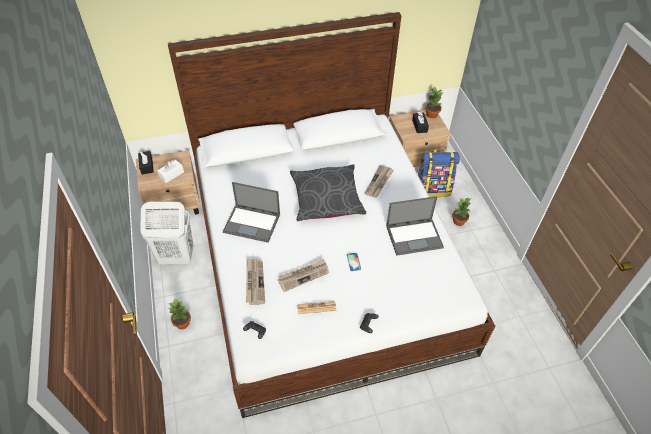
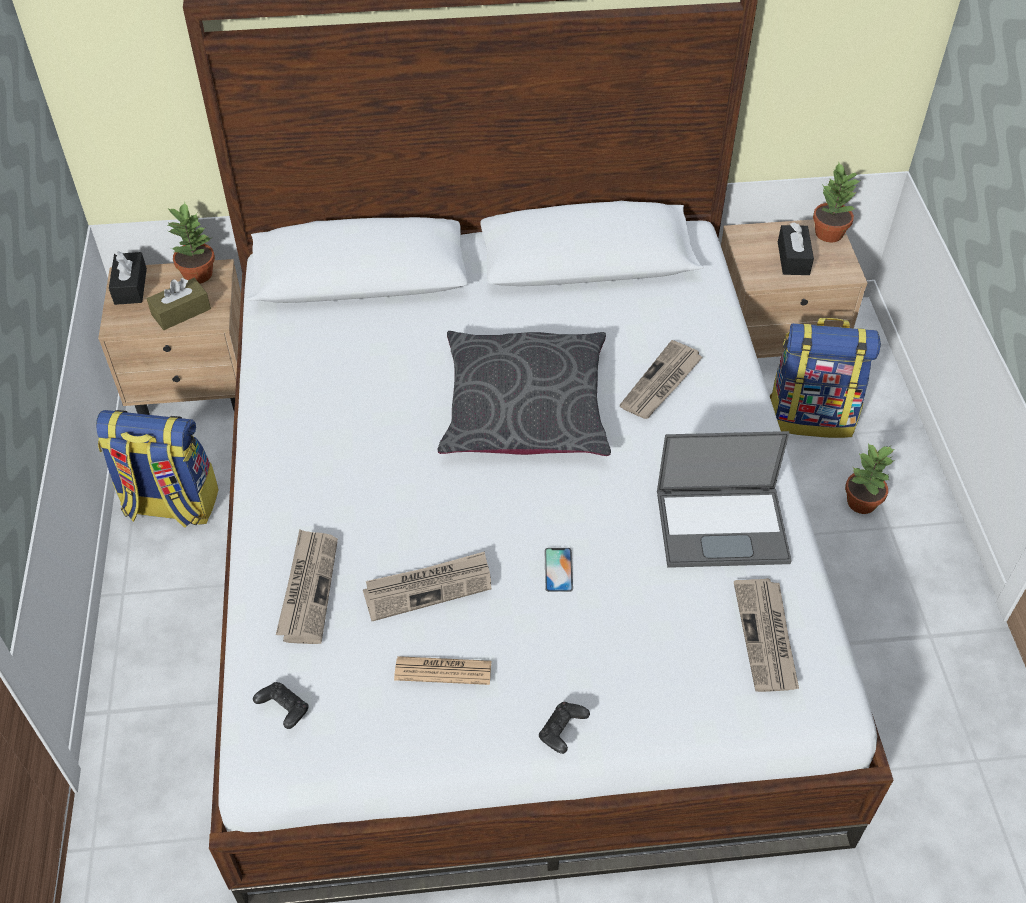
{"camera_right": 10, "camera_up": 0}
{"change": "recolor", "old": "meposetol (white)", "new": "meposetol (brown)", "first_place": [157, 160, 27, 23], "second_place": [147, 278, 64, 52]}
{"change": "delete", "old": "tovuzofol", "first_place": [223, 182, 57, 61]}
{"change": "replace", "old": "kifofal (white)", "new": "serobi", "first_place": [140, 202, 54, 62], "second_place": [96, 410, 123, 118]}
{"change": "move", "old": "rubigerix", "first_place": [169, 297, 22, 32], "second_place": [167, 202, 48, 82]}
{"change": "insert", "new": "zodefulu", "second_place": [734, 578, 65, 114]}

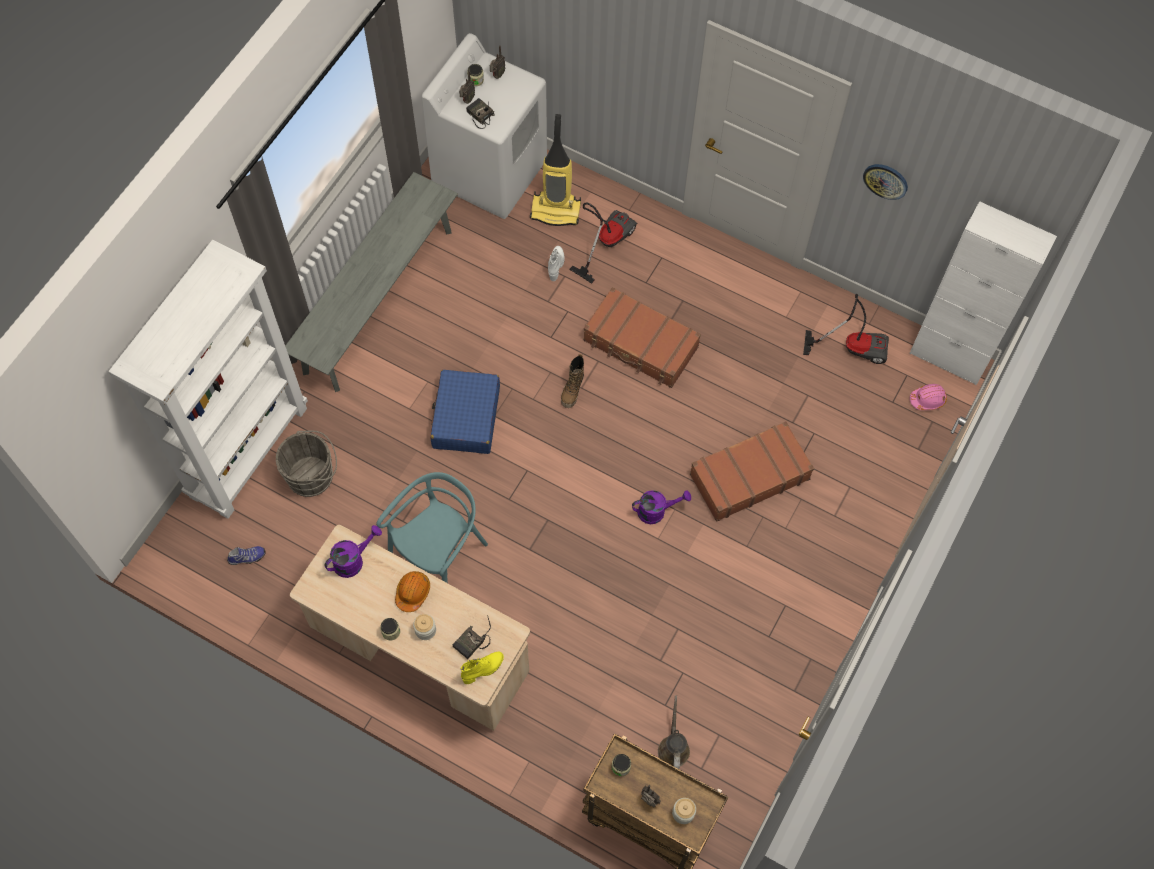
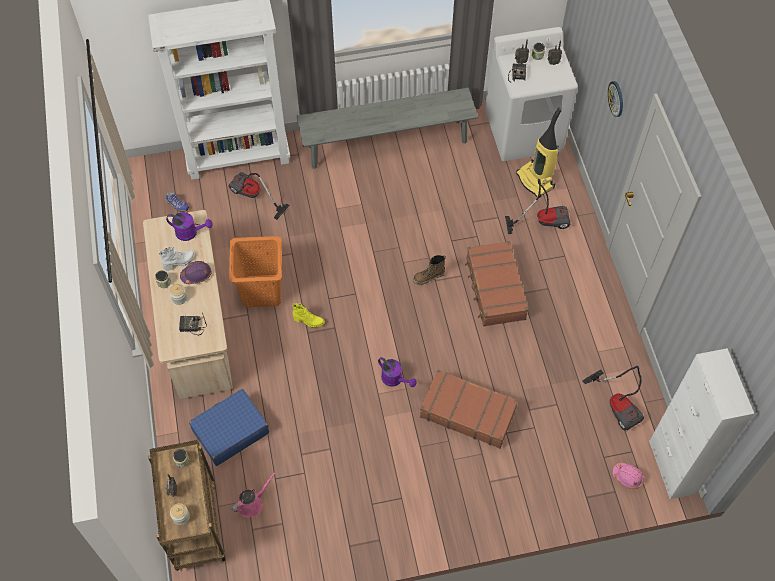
{"camera_right": 50, "camera_up": -5}
{"change": "move", "old": "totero", "first_place": [863, 164, 45, 36], "second_place": [608, 81, 15, 36]}
{"change": "move", "old": "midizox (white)", "first_place": [548, 246, 17, 35], "second_place": [159, 247, 36, 24]}
{"change": "move", "old": "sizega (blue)", "first_place": [431, 370, 69, 84], "second_place": [189, 389, 80, 77]}
{"change": "replace", "old": "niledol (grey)", "new": "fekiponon", "first_place": [276, 431, 61, 66], "second_place": [228, 172, 62, 48]}
{"change": "replace", "old": "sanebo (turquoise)", "new": "kifofal (orange)", "first_place": [376, 472, 112, 111], "second_place": [229, 236, 53, 71]}
{"change": "recolor", "old": "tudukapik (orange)", "new": "tudukapik (purple)", "first_place": [395, 571, 35, 41], "second_place": [180, 261, 32, 23]}
{"change": "move", "old": "midizox (yellow)", "first_place": [460, 652, 44, 32], "second_place": [292, 303, 33, 25]}
{"change": "recolor", "old": "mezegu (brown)", "new": "mezegu (pink)", "first_place": [658, 695, 32, 74], "second_place": [231, 472, 45, 46]}

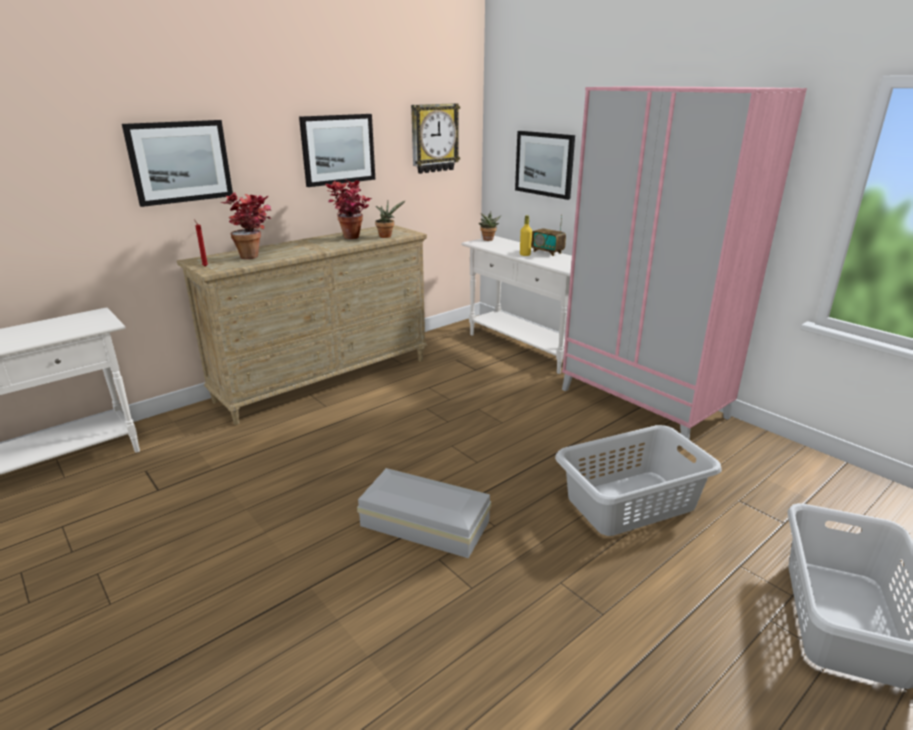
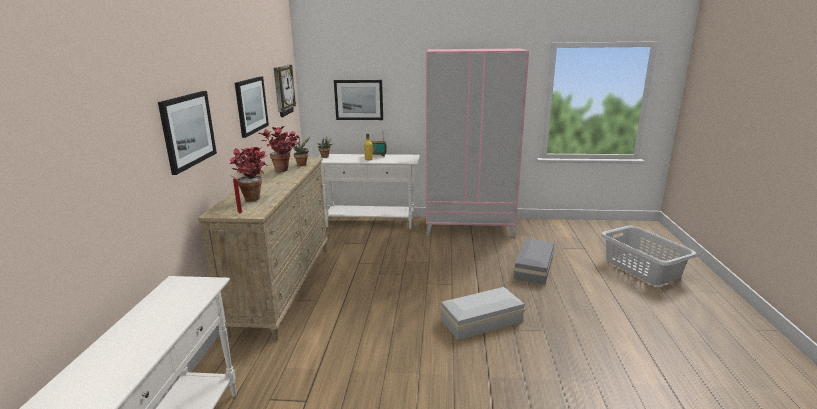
{"camera_right": -45, "camera_up": -5}
{"change": "replace", "old": "kifofal (grey)", "new": "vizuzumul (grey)", "first_place": [555, 425, 167, 111], "second_place": [514, 238, 41, 47]}

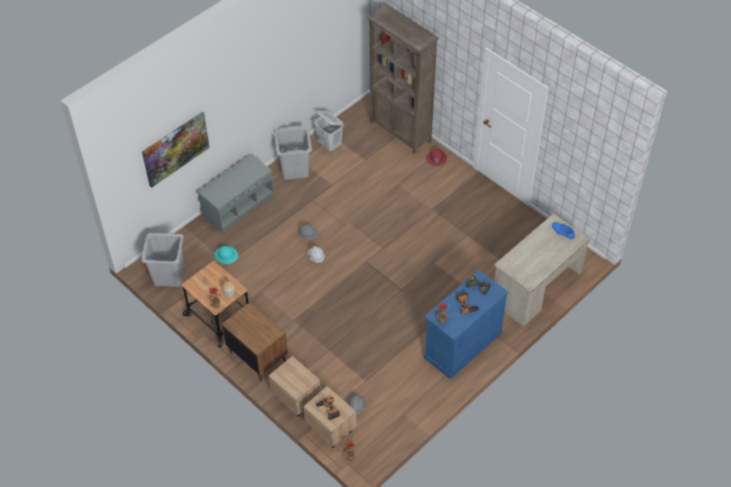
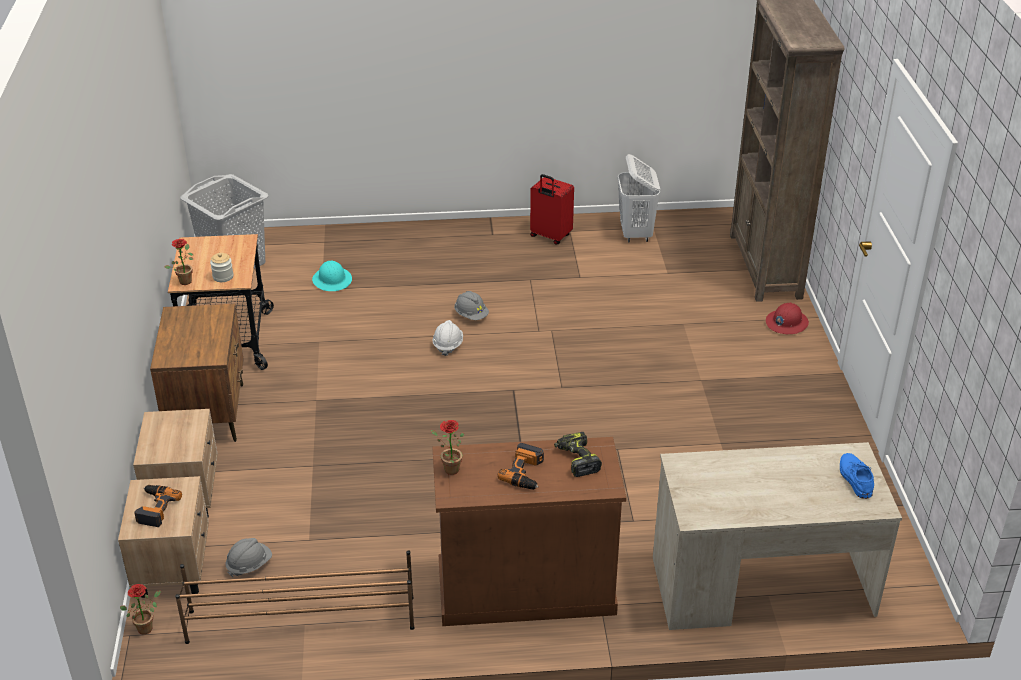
{"camera_right": 40, "camera_up": -15}
{"change": "delete", "old": "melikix", "first_place": [142, 112, 68, 76]}
{"change": "replace", "old": "kifofal (grey)", "new": "sizega (red)", "first_place": [274, 126, 38, 54], "second_place": [530, 174, 44, 71]}
{"change": "delete", "old": "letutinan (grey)", "first_place": [198, 154, 76, 79]}
{"change": "recolor", "old": "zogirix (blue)", "new": "zogirix (brown)", "first_place": [423, 270, 85, 110], "second_place": [432, 437, 194, 189]}
{"change": "insert", "new": "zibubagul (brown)", "second_place": [175, 550, 240, 94]}

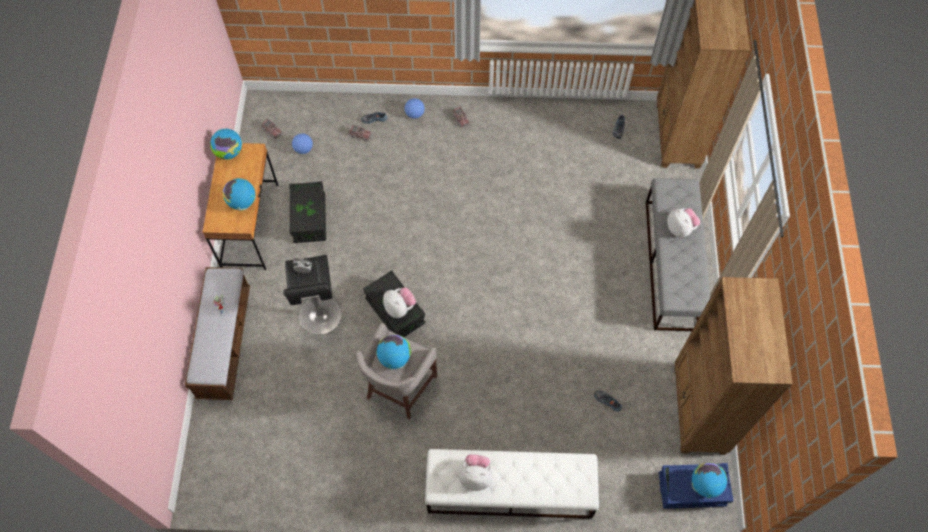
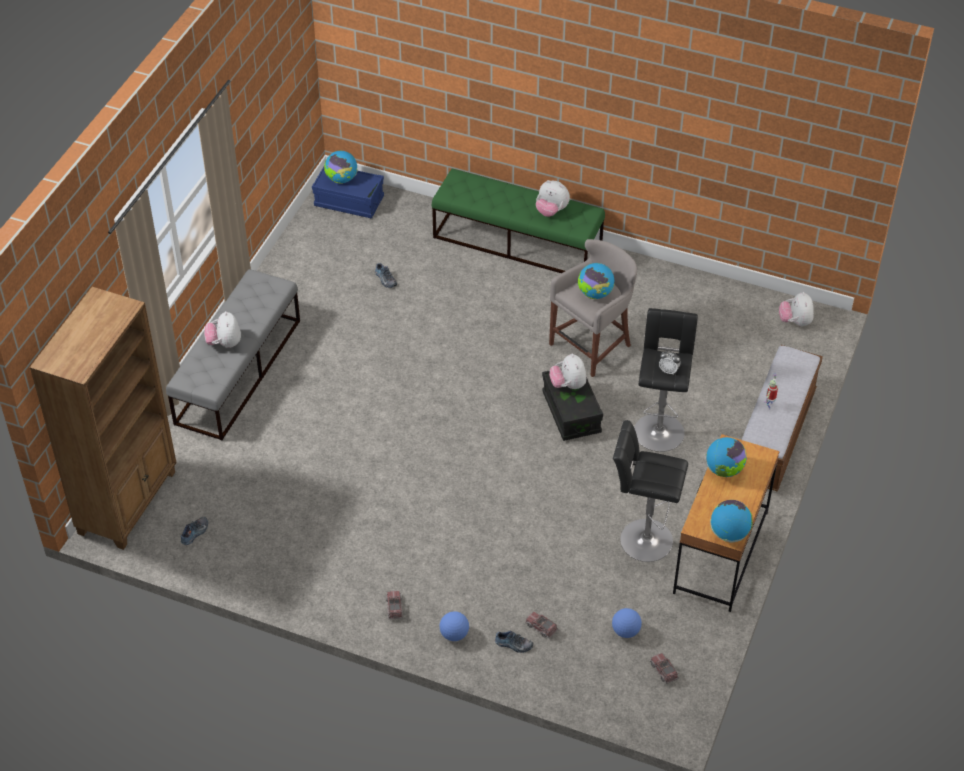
{"camera_right": -160, "camera_up": -15}
{"change": "replace", "old": "vizuzumul (black)", "new": "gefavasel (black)", "first_place": [289, 181, 37, 62], "second_place": [613, 420, 75, 142]}
{"change": "delete", "old": "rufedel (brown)", "first_place": [674, 277, 119, 178]}
{"change": "recolor", "old": "letutinan (white)", "new": "letutinan (green)", "first_place": [425, 449, 174, 70], "second_place": [431, 169, 174, 104]}
{"change": "insert", "new": "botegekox", "second_place": [779, 292, 35, 34]}

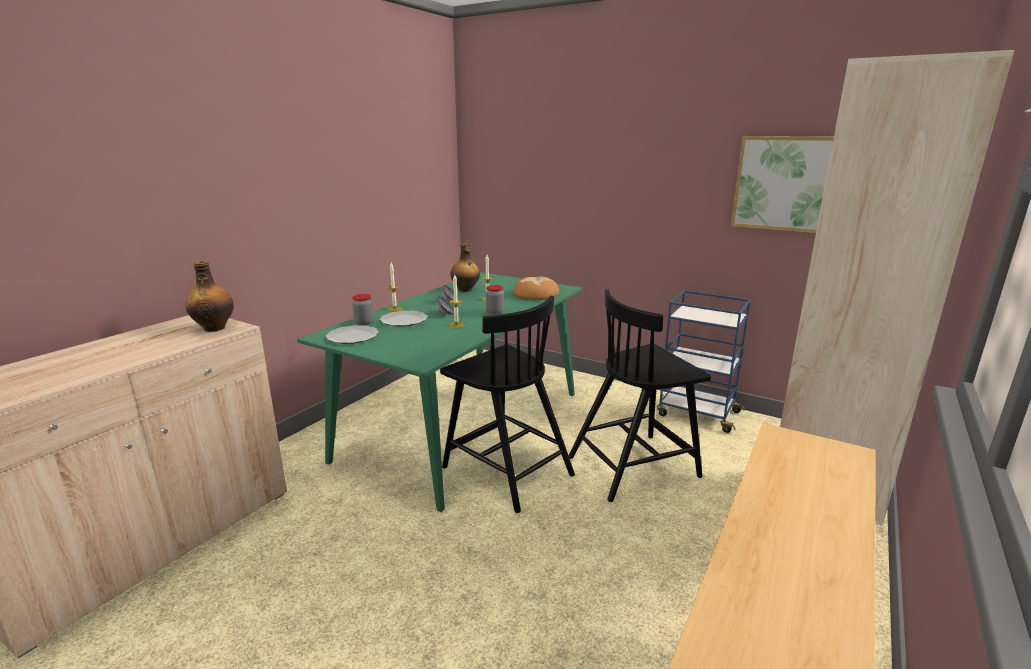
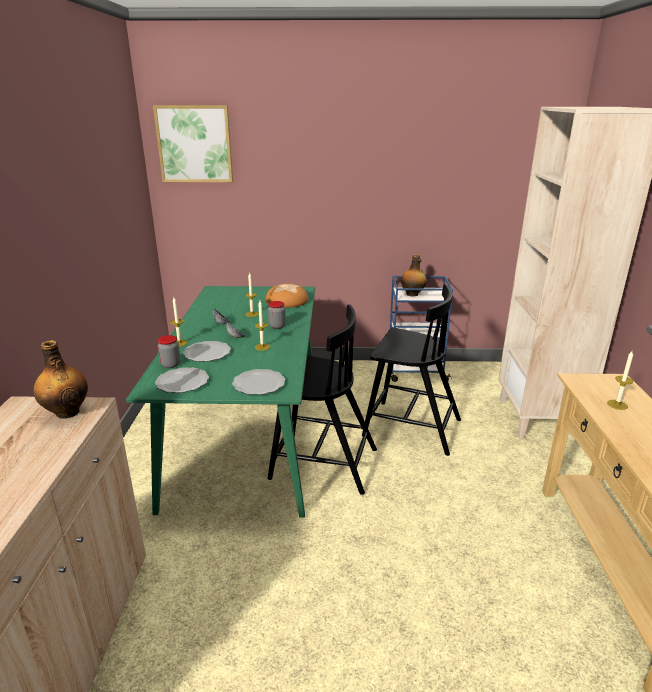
{"camera_right": -30, "camera_up": 5}
{"change": "move", "old": "melikix", "first_place": [730, 136, 104, 97], "second_place": [153, 105, 80, 77]}
{"change": "move", "old": "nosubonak", "first_place": [450, 243, 30, 49], "second_place": [401, 254, 26, 42]}
{"change": "rotate", "old": "sanebo (black)", "first_place": [569, 289, 142, 213], "second_place": [362, 284, 99, 172], "degrees": -105}
{"change": "insert", "new": "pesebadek", "second_place": [607, 351, 26, 59]}
{"change": "insert", "new": "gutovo", "second_place": [232, 369, 53, 26]}

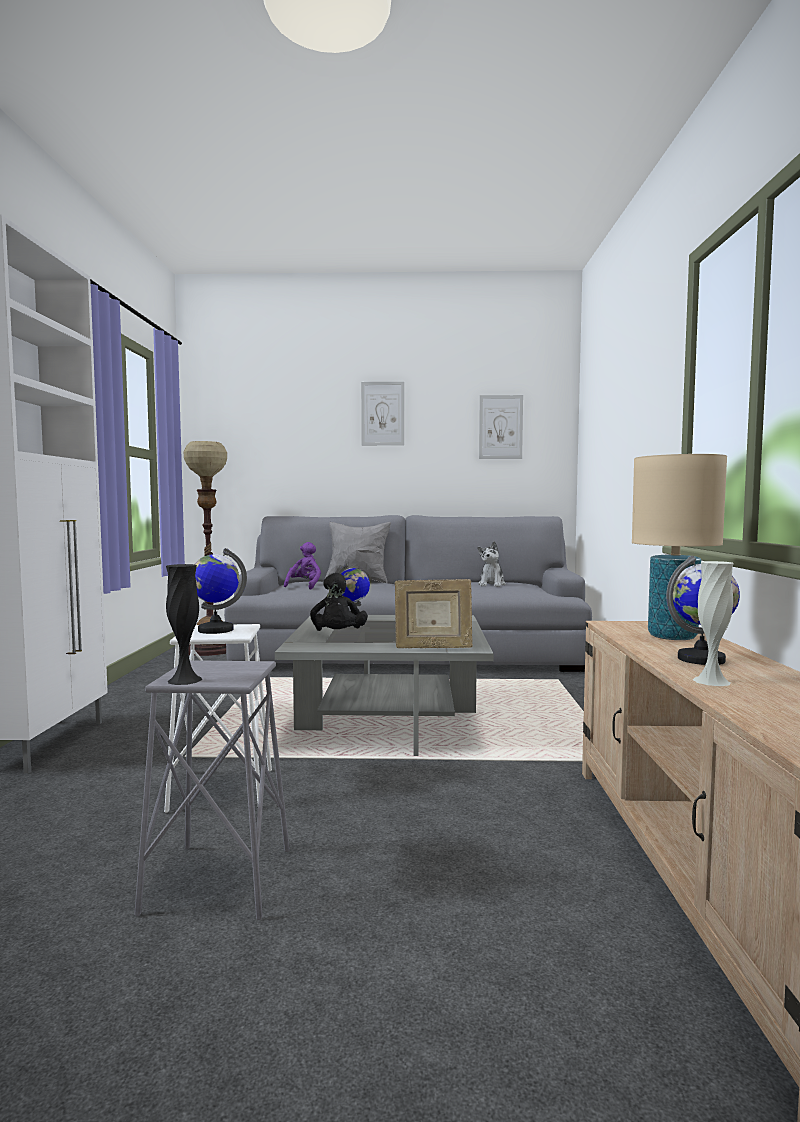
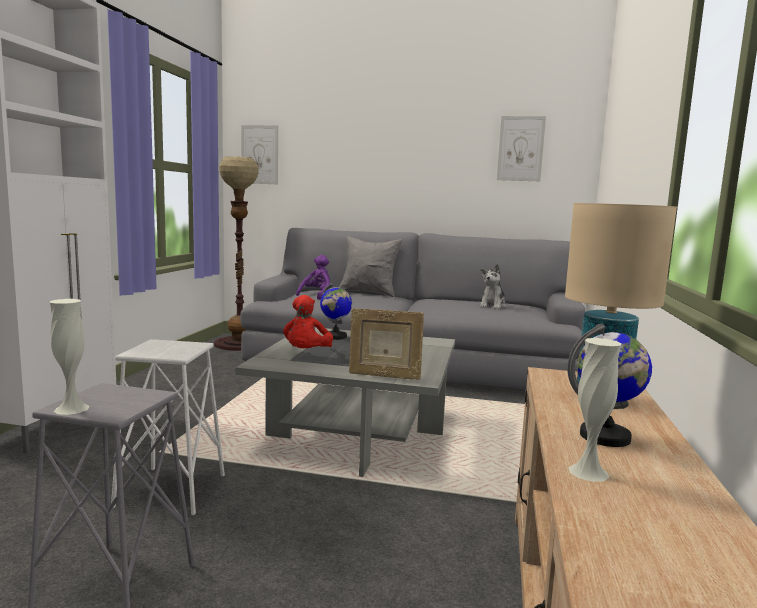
{"camera_right": 10, "camera_up": 5}
{"change": "move", "old": "melikix", "first_place": [361, 382, 43, 64], "second_place": [241, 125, 37, 59]}
{"change": "delete", "old": "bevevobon", "first_place": [194, 548, 53, 86]}
{"change": "recolor", "old": "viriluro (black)", "new": "viriluro (white)", "first_place": [166, 564, 36, 121], "second_place": [50, 299, 40, 116]}
{"change": "recolor", "old": "botegekox (black)", "new": "botegekox (red)", "first_place": [310, 573, 58, 58], "second_place": [283, 295, 50, 53]}

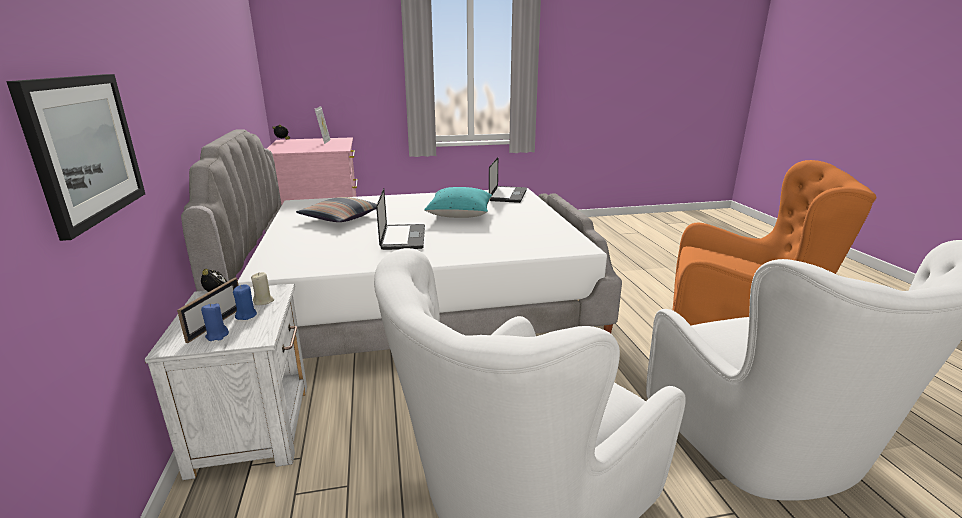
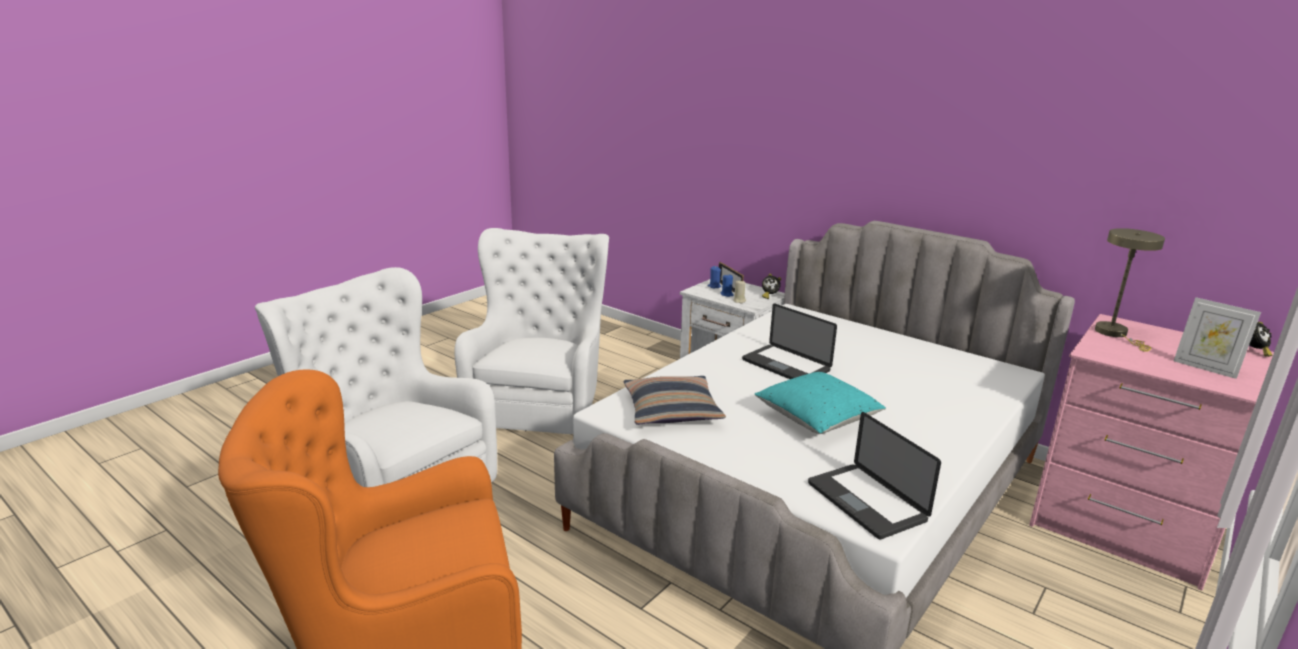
{"camera_right": 140, "camera_up": 0}
{"change": "delete", "old": "melikix", "first_place": [6, 74, 139, 167]}
{"change": "move", "old": "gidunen", "first_place": [296, 197, 81, 25], "second_place": [623, 376, 103, 49]}
{"change": "insert", "new": "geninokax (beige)", "second_place": [1095, 228, 70, 124]}

